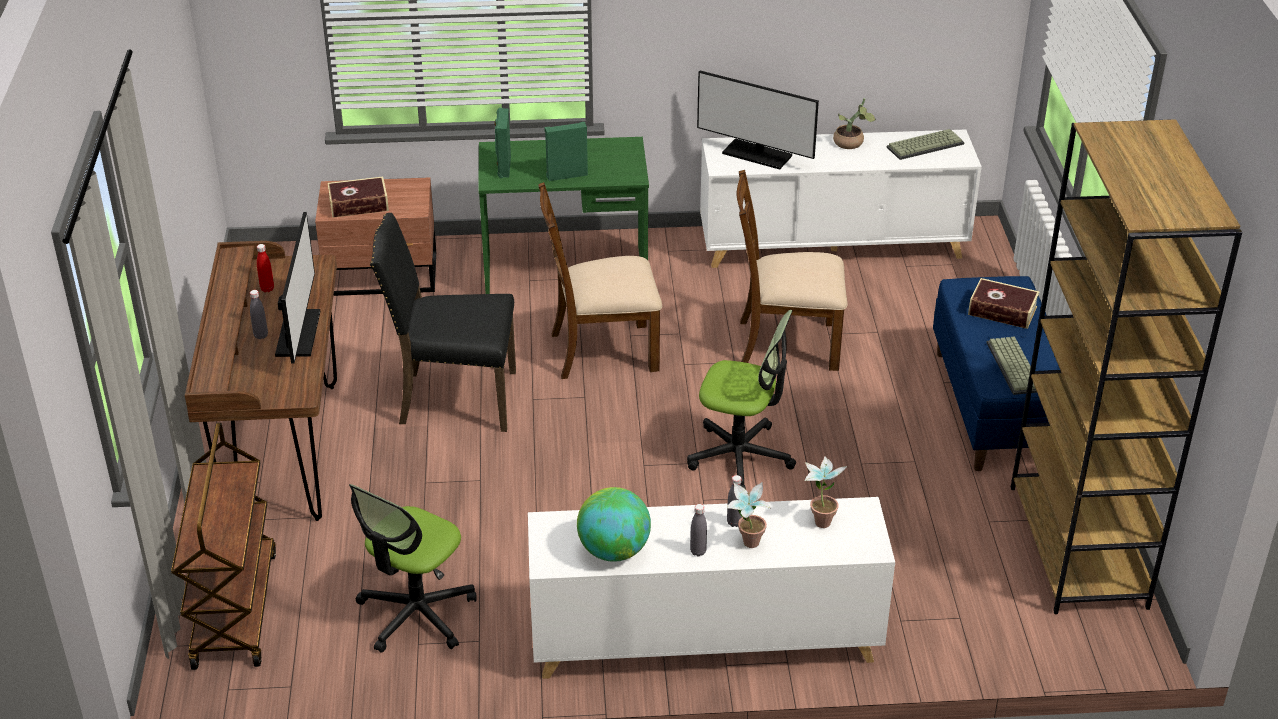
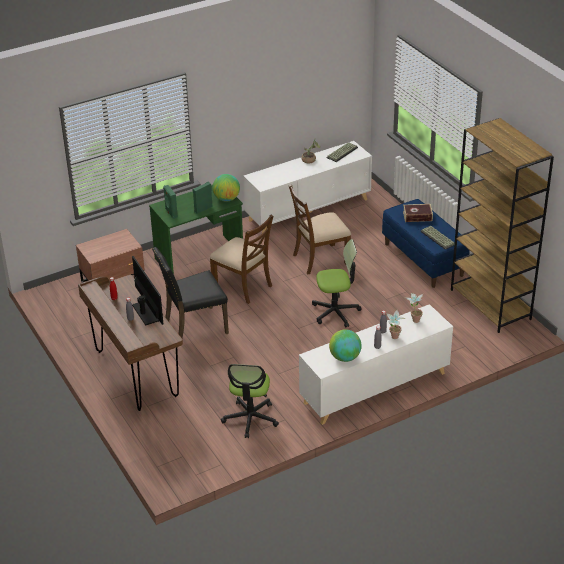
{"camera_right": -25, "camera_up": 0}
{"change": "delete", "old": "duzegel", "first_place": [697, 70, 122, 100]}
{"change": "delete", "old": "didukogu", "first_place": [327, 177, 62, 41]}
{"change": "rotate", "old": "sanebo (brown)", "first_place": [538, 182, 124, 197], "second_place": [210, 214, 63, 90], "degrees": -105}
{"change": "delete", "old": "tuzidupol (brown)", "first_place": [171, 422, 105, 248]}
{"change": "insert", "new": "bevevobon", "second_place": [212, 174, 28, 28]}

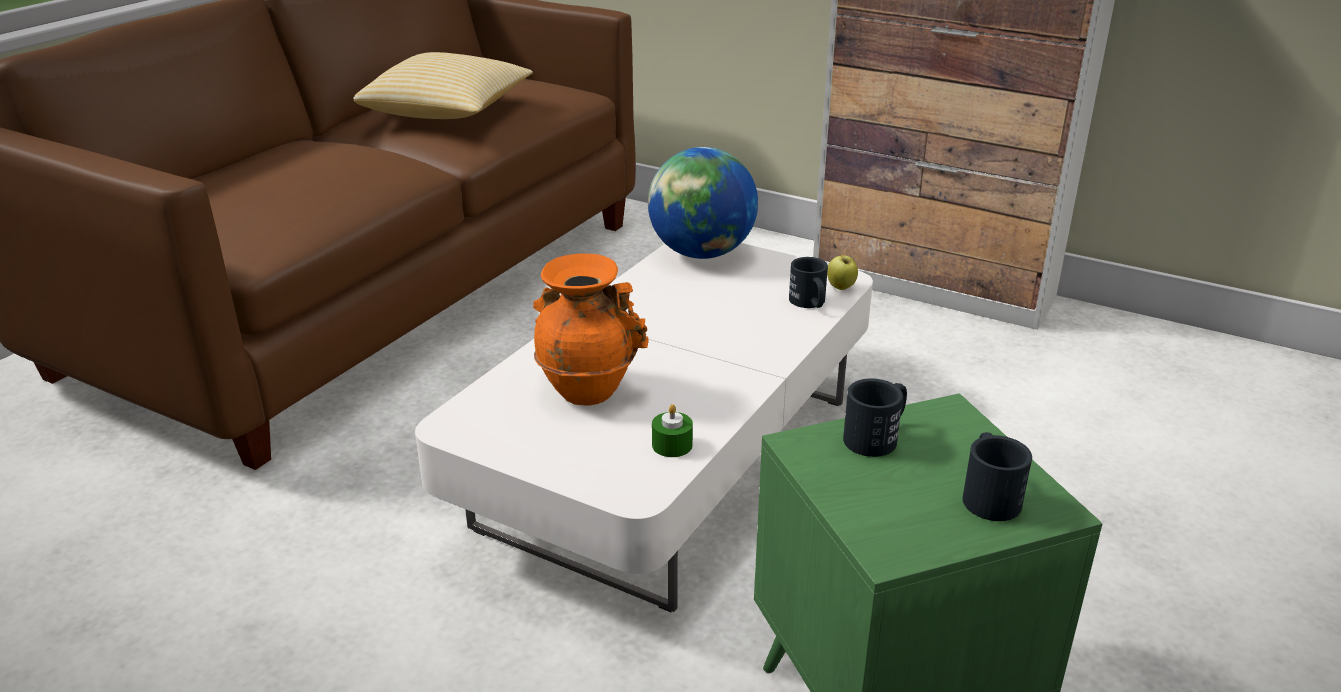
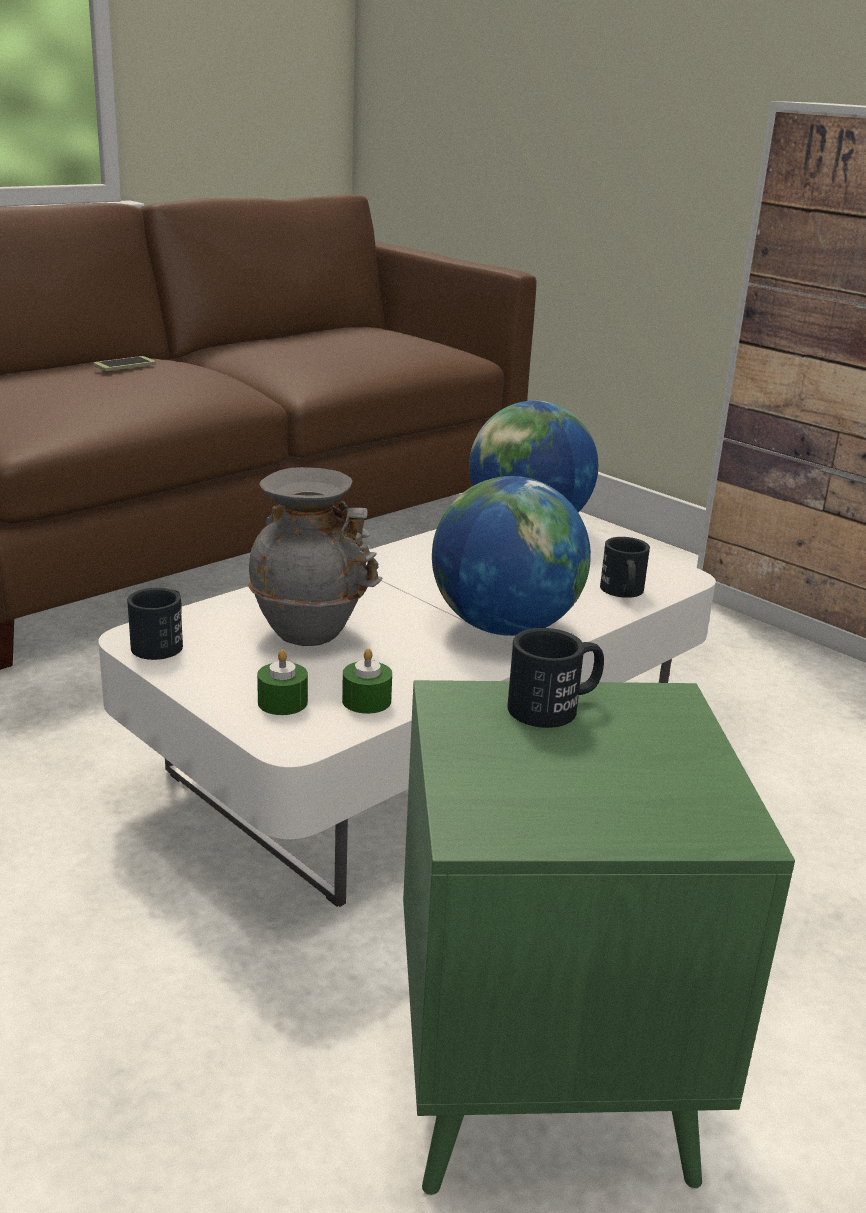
{"camera_right": 15, "camera_up": -5}
{"change": "delete", "old": "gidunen", "first_place": [353, 52, 180, 67]}
{"change": "recolor", "old": "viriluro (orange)", "new": "viriluro (grey)", "first_place": [533, 253, 115, 152], "second_place": [248, 467, 134, 179]}
{"change": "delete", "old": "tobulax", "first_place": [827, 254, 31, 36]}
{"change": "move", "old": "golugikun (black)", "first_place": [963, 432, 69, 89], "second_place": [127, 588, 56, 72]}
{"change": "insert", "new": "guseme", "second_place": [94, 356, 61, 15]}
{"change": "insert", "new": "bevevobon", "second_place": [432, 476, 159, 160]}
{"change": "insert", "new": "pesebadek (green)", "second_place": [257, 649, 51, 66]}

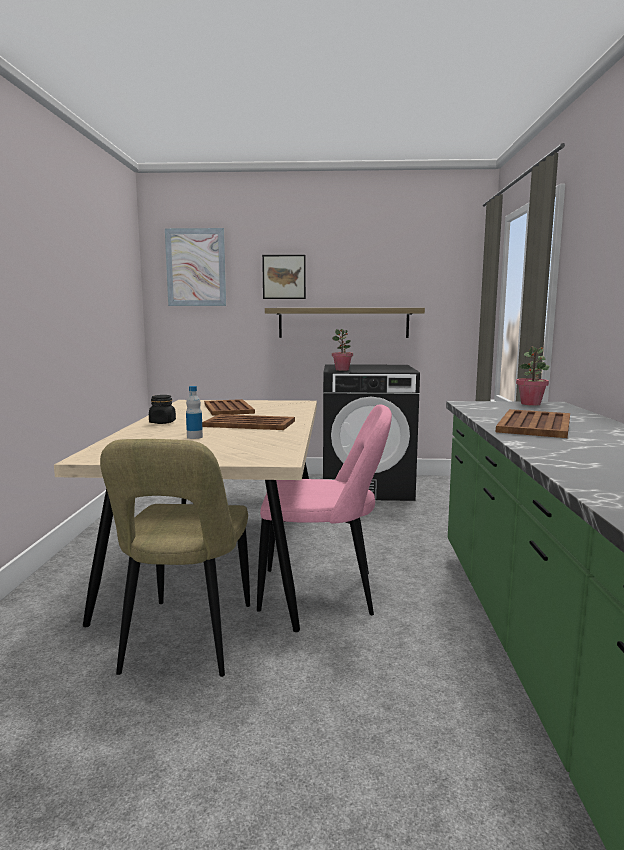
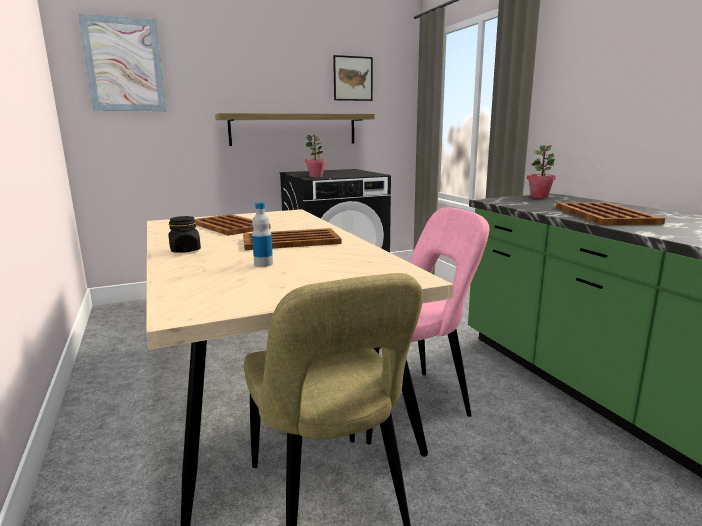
{"camera_right": -25, "camera_up": 5}
{"change": "move", "old": "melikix", "first_place": [262, 255, 44, 44], "second_place": [333, 55, 40, 46]}

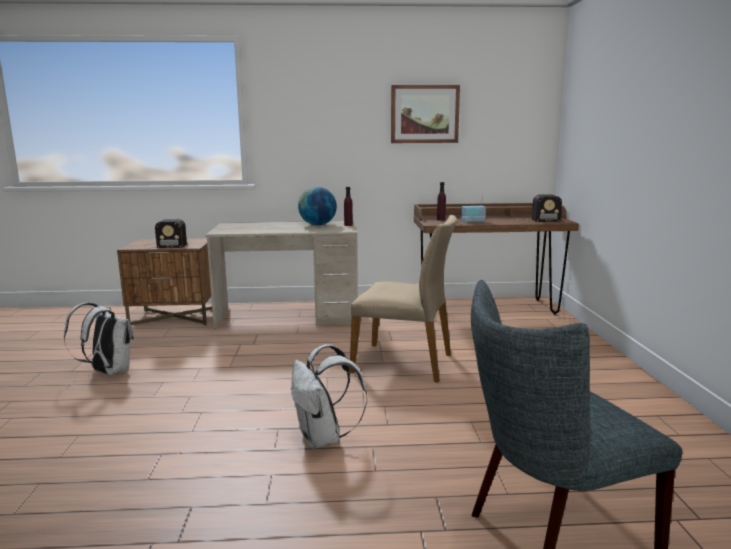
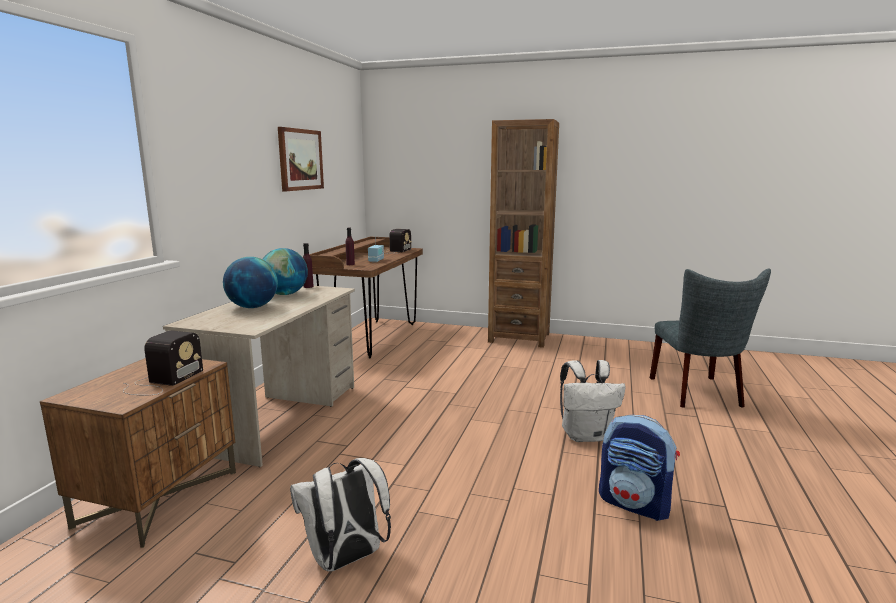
{"camera_right": -70, "camera_up": 0}
{"change": "delete", "old": "sanebo (beige)", "first_place": [349, 215, 108, 168]}
{"change": "insert", "new": "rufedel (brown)", "second_place": [488, 119, 71, 229]}
{"change": "insert", "new": "bevevobon", "second_place": [223, 257, 55, 51]}
{"change": "insert", "new": "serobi", "second_place": [599, 415, 81, 106]}

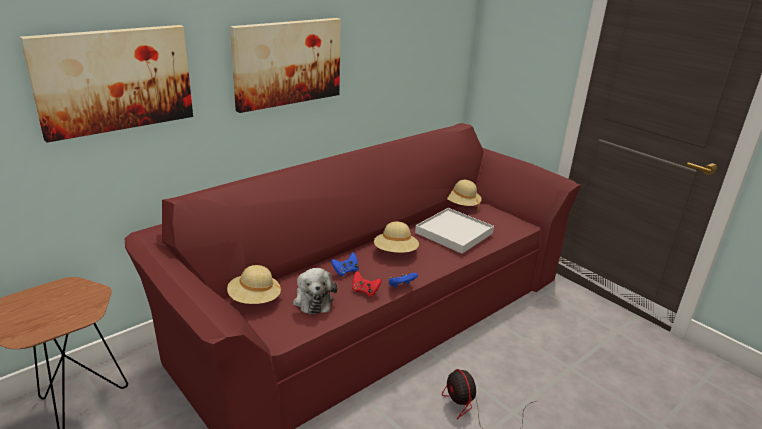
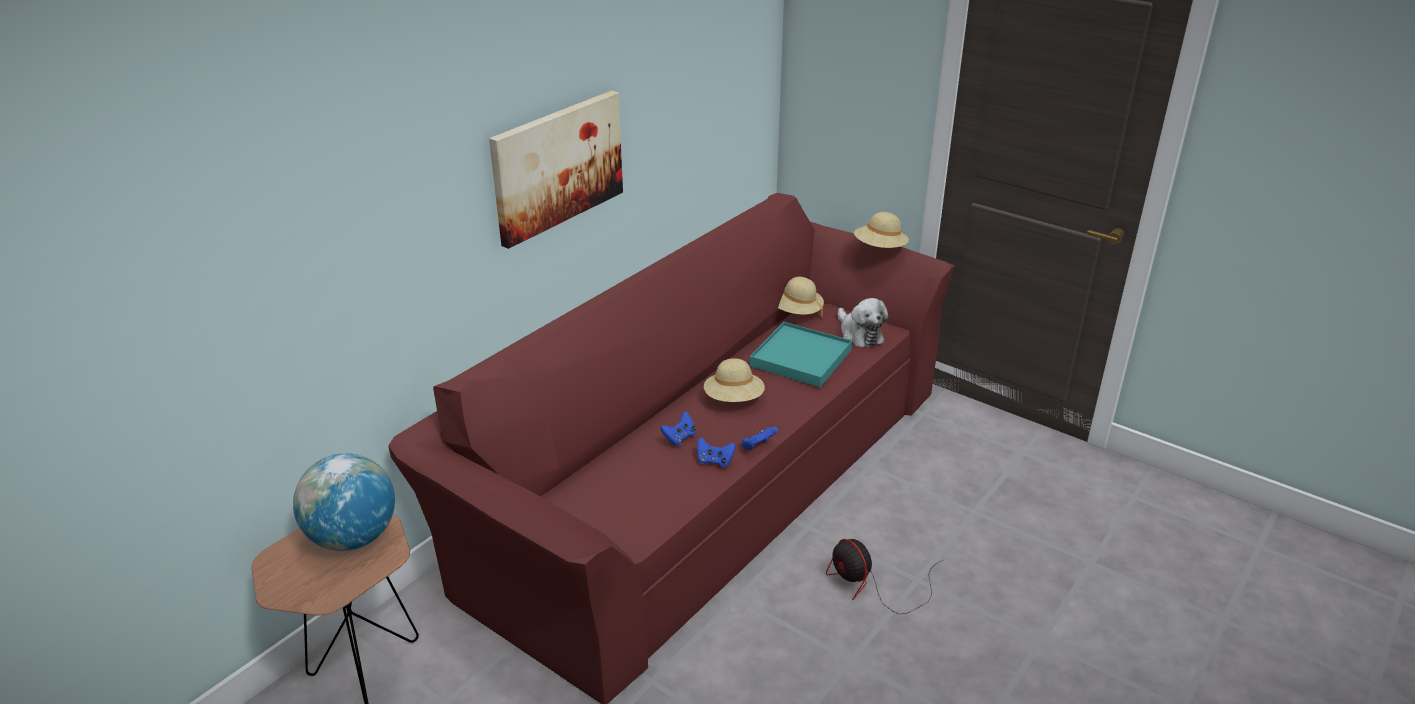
{"camera_right": -10, "camera_up": 5}
{"change": "delete", "old": "melikix", "first_place": [20, 25, 173, 118]}
{"change": "recolor", "old": "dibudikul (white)", "new": "dibudikul (turquoise)", "first_place": [415, 208, 79, 46], "second_place": [750, 322, 102, 65]}
{"change": "move", "old": "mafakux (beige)", "first_place": [227, 265, 55, 39], "second_place": [854, 212, 55, 36]}
{"change": "move", "old": "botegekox", "first_place": [293, 268, 44, 47], "second_place": [838, 298, 50, 50]}
{"change": "recolor", "old": "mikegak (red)", "new": "mikegak (blue)", "first_place": [352, 271, 30, 26], "second_place": [697, 437, 38, 30]}
{"change": "insert", "new": "bevevobon", "second_place": [293, 453, 102, 98]}

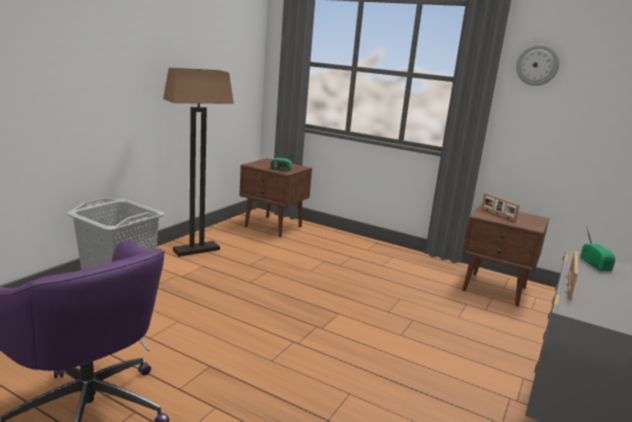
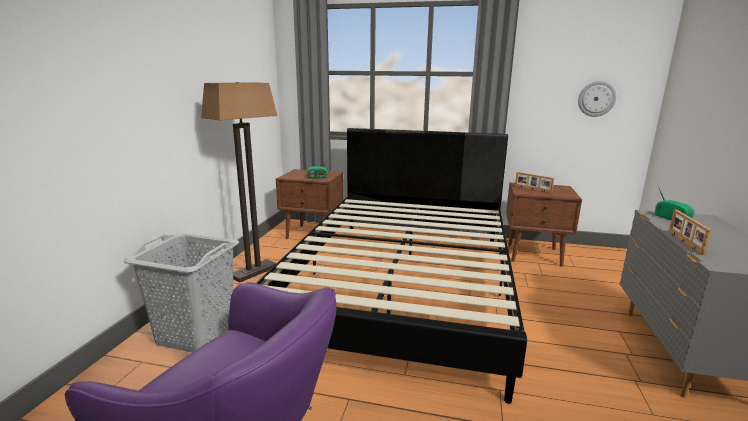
{"camera_right": -15, "camera_up": 0}
{"change": "move", "old": "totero", "first_place": [516, 45, 43, 41], "second_place": [578, 81, 39, 36]}
{"change": "insert", "new": "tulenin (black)", "second_place": [256, 128, 271, 276]}

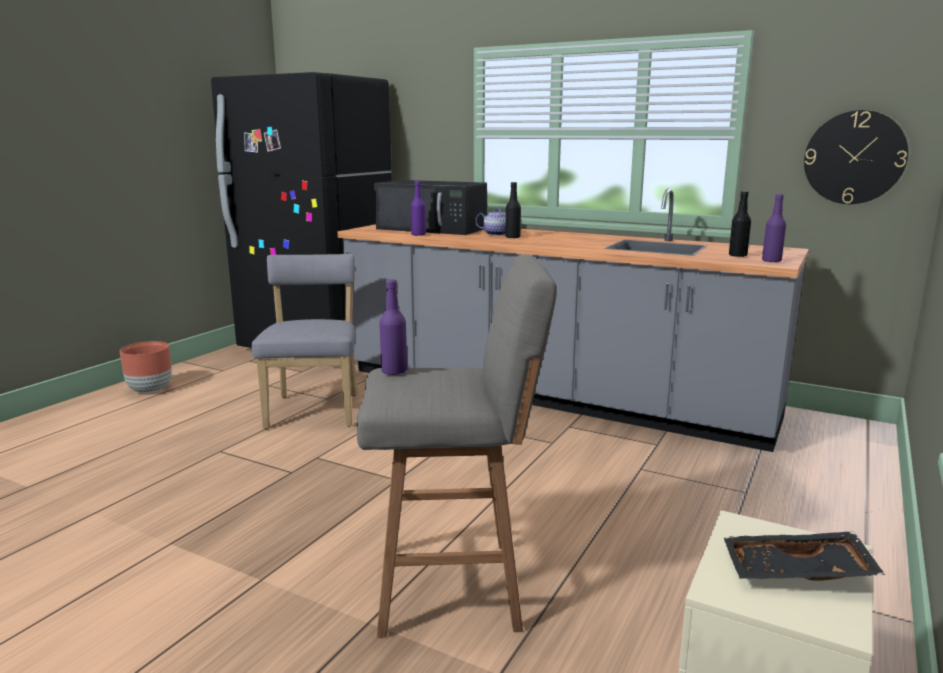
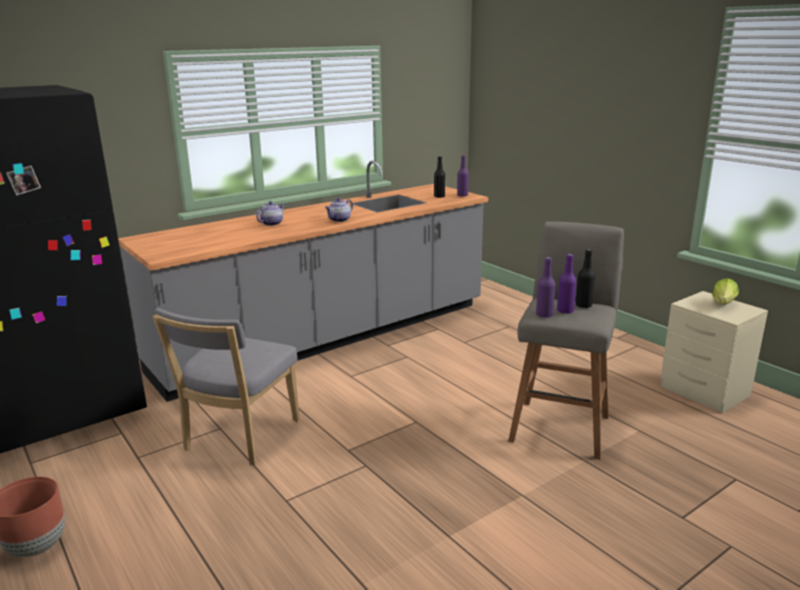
{"camera_right": -65, "camera_up": 5}
{"change": "delete", "old": "totero", "first_place": [804, 110, 104, 94]}
{"change": "delete", "old": "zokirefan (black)", "first_place": [374, 180, 113, 55]}
{"change": "move", "old": "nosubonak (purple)", "first_place": [411, 181, 15, 55], "second_place": [557, 254, 19, 60]}
{"change": "move", "old": "nosubonak (black)", "first_place": [505, 182, 16, 56], "second_place": [576, 249, 19, 59]}
{"change": "rotate", "old": "sanebo (grey)", "first_place": [252, 254, 105, 175], "second_place": [152, 308, 148, 157], "degrees": -90}
{"change": "replace", "old": "dibudikul (black)", "new": "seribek", "first_place": [723, 531, 162, 50], "second_place": [712, 278, 27, 27]}
{"change": "insert", "new": "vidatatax", "second_place": [325, 198, 28, 24]}

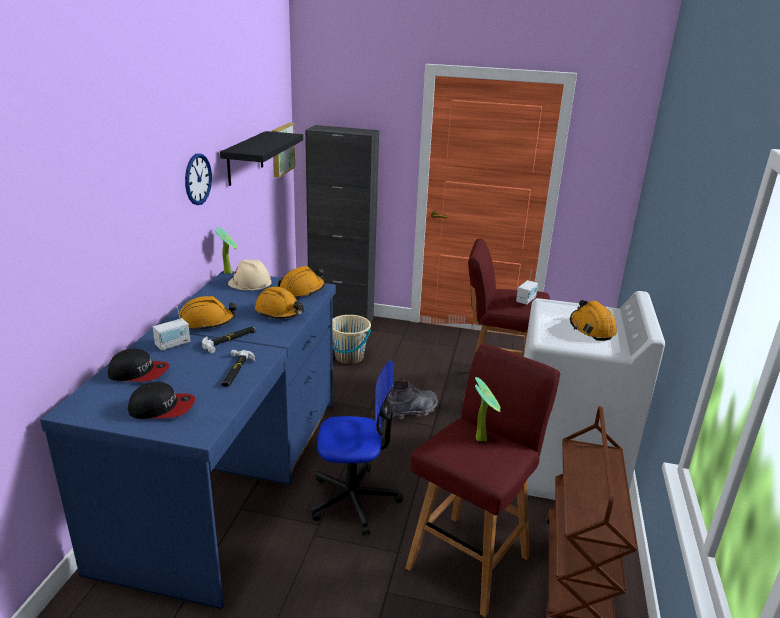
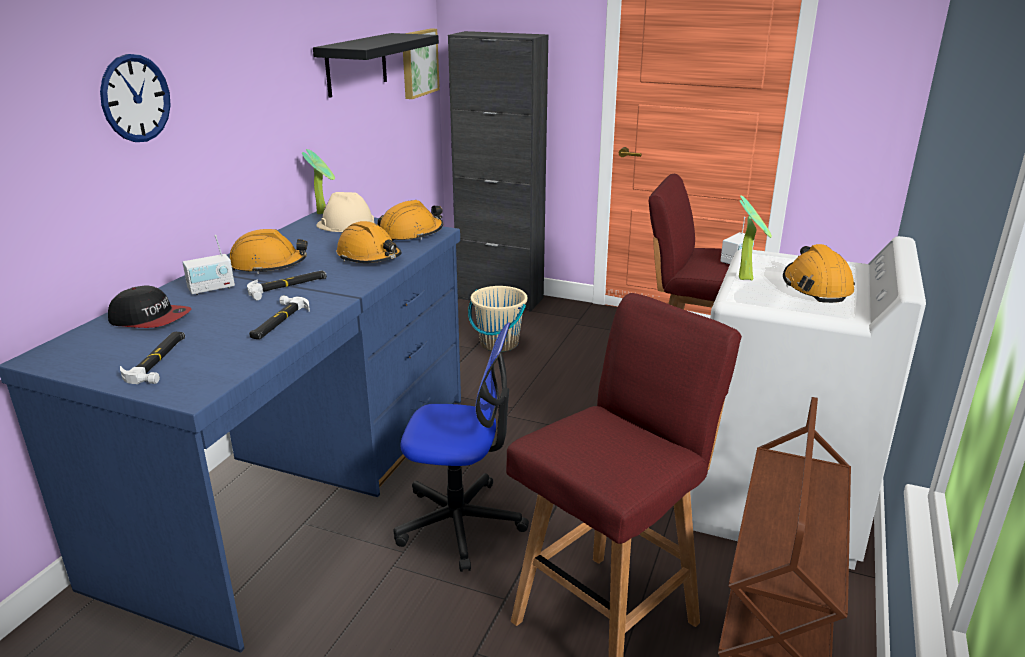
{"camera_right": 10, "camera_up": 0}
{"change": "move", "old": "totero", "first_place": [185, 153, 27, 52], "second_place": [100, 54, 71, 88]}
{"change": "move", "old": "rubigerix", "first_place": [475, 377, 26, 64], "second_place": [739, 195, 33, 86]}
{"change": "delete", "old": "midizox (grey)", "first_place": [385, 380, 53, 39]}
{"change": "replace", "old": "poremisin", "new": "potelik", "first_place": [128, 382, 67, 37], "second_place": [120, 332, 65, 52]}

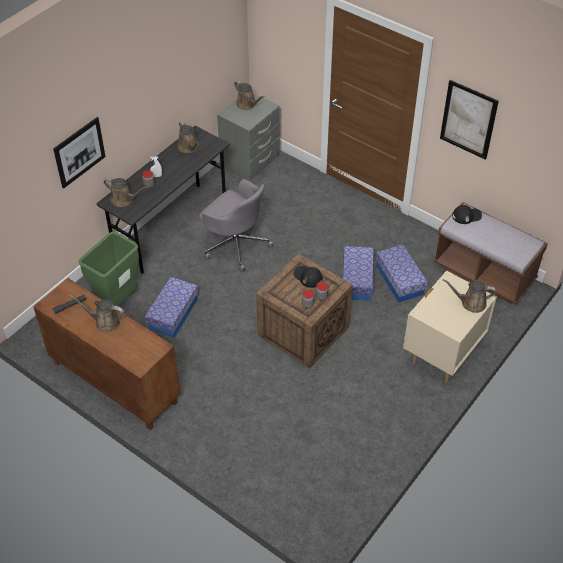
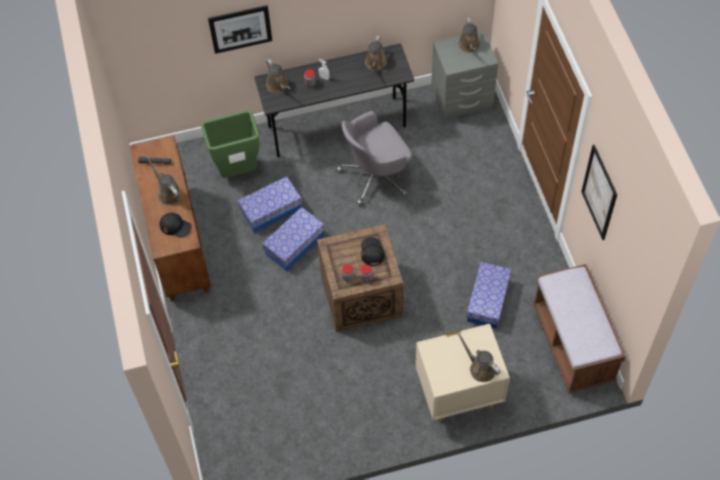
{"camera_right": 40, "camera_up": 10}
{"change": "rotate", "old": "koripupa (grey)", "first_place": [200, 179, 74, 93], "second_place": [336, 111, 76, 95], "degrees": 75}
{"change": "move", "old": "poremisin (black)", "first_place": [452, 205, 30, 19], "second_place": [160, 212, 32, 26]}
{"change": "move", "old": "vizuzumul", "first_place": [343, 246, 30, 55], "second_place": [262, 207, 63, 64]}

